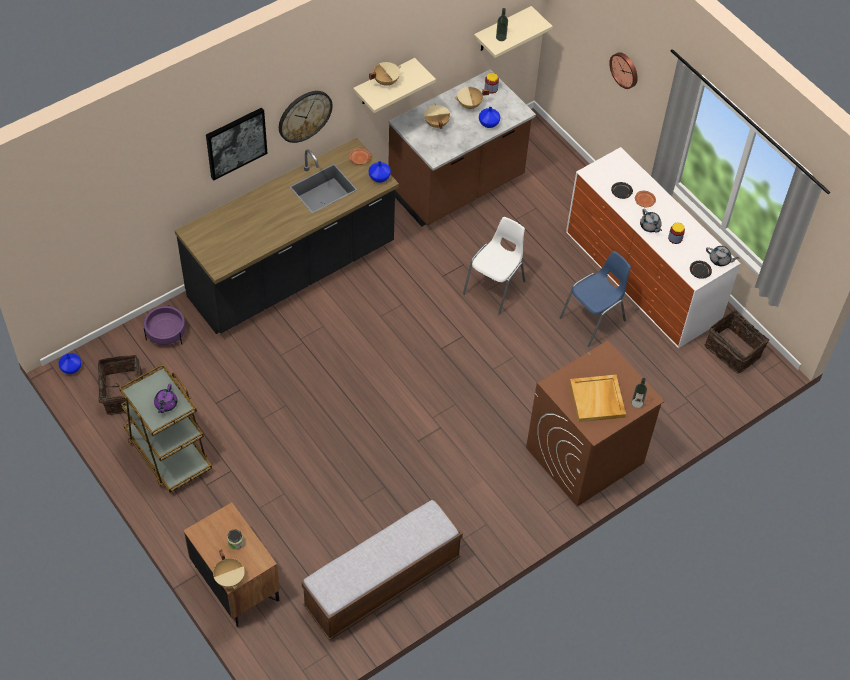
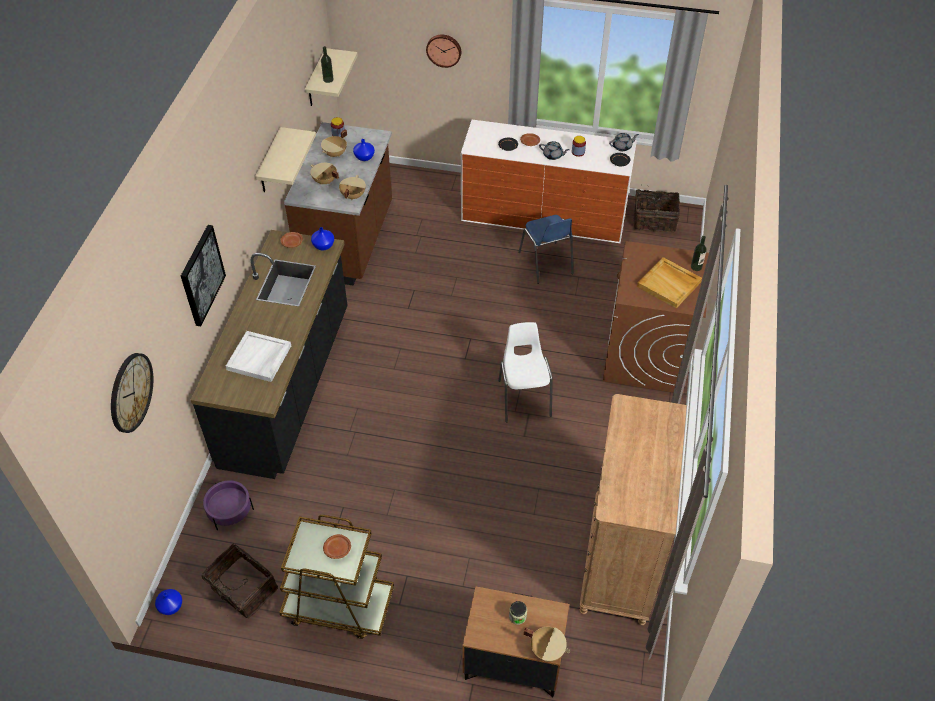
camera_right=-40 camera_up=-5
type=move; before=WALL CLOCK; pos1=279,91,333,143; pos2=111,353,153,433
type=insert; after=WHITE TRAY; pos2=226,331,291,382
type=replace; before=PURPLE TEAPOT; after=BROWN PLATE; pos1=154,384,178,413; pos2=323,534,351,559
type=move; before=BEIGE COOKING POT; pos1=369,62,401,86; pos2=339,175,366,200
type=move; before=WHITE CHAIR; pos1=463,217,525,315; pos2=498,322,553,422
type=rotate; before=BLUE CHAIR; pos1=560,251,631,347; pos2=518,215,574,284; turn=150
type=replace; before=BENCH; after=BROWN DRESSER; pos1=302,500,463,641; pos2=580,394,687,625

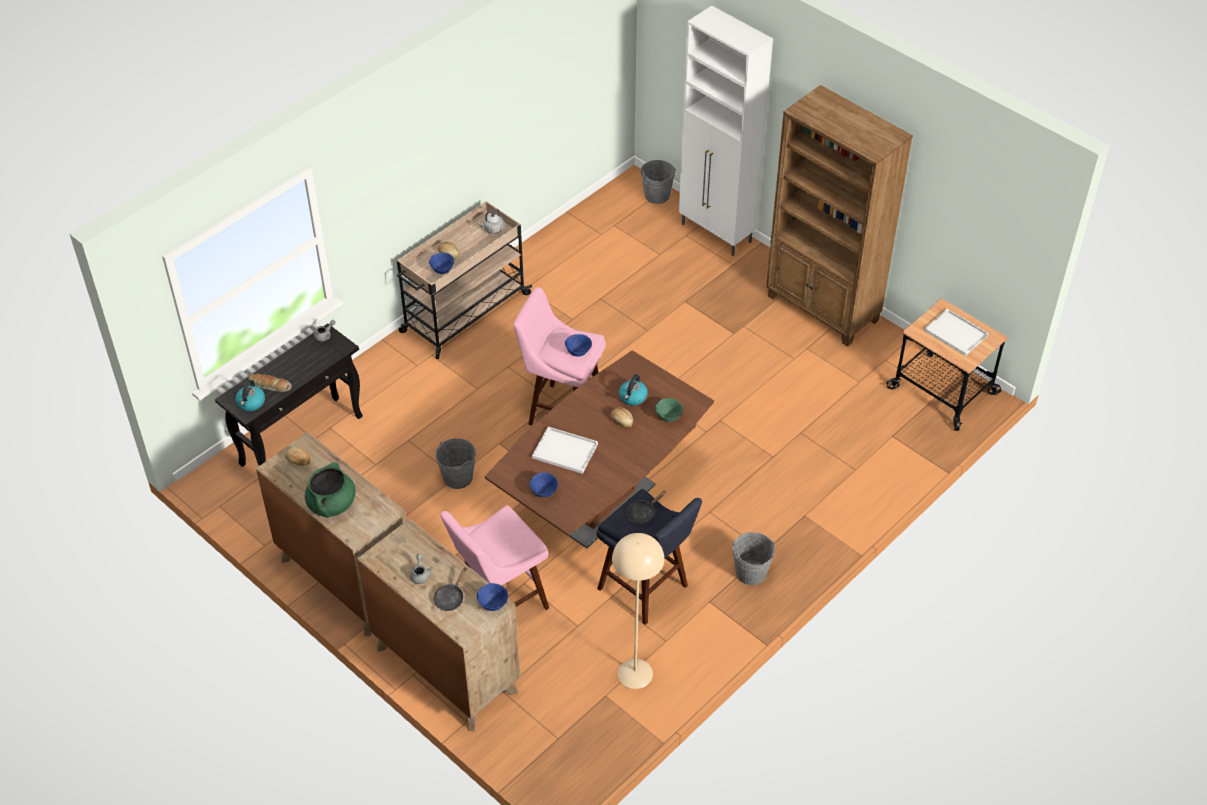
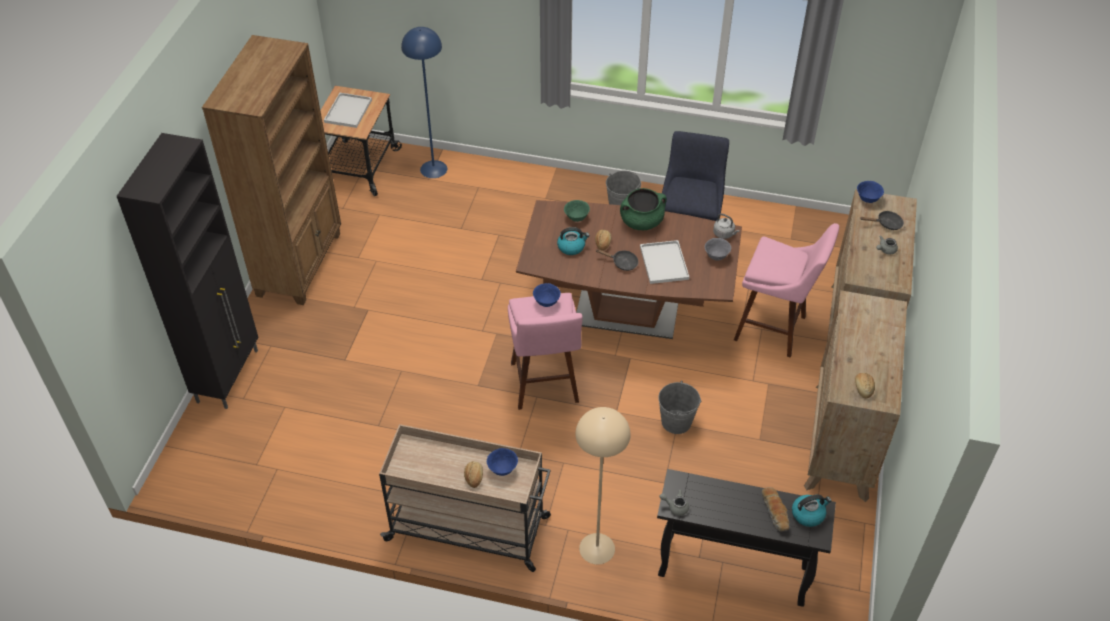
camera_right=-120 camera_up=0
type=recolor; before=WHITE CABINET; after=BLACK CABINET; pos1=679,6,773,256; pos2=117,133,258,409
type=insert; after=BLUE FLOOR LAMP; pos2=401,27,447,178
type=move; before=BEIGE FLOOR LAMP; pos1=612,533,664,689; pos2=575,407,630,564
type=move; before=BLACK FRYING PAN; pos1=627,490,666,524; pos2=596,249,638,271
type=move; before=GREEN COOKING POT; pos1=305,462,356,517; pos2=620,188,667,230
type=recolor; before=BLUE BOWL; after=GREY BOWL; pos1=529,472,558,497; pos2=705,238,731,261
type=move; before=GREY KETTLE; pos1=478,209,504,234; pos2=713,213,739,239
type=delete; before=GREY BUCKET; pos1=640,160,676,204

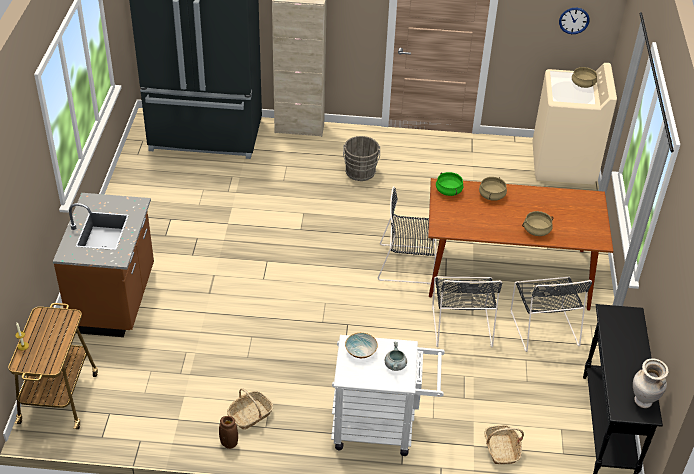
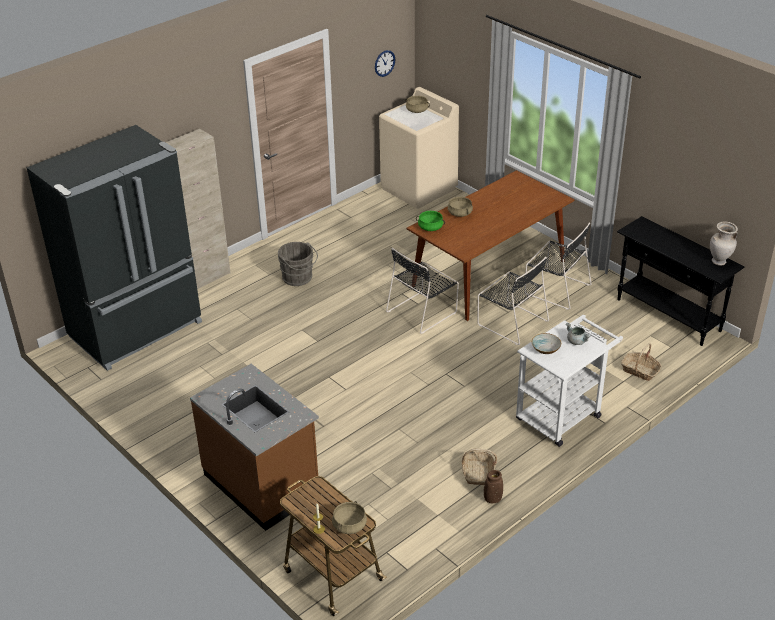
camera_right=-45 camera_up=-5
type=move; before=BEIGE COOKING POT; pos1=522,211,553,236; pos2=332,501,367,534

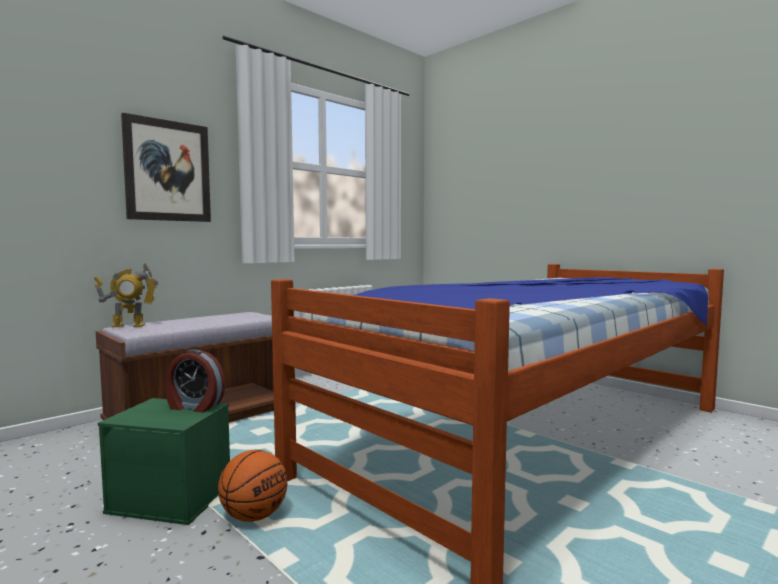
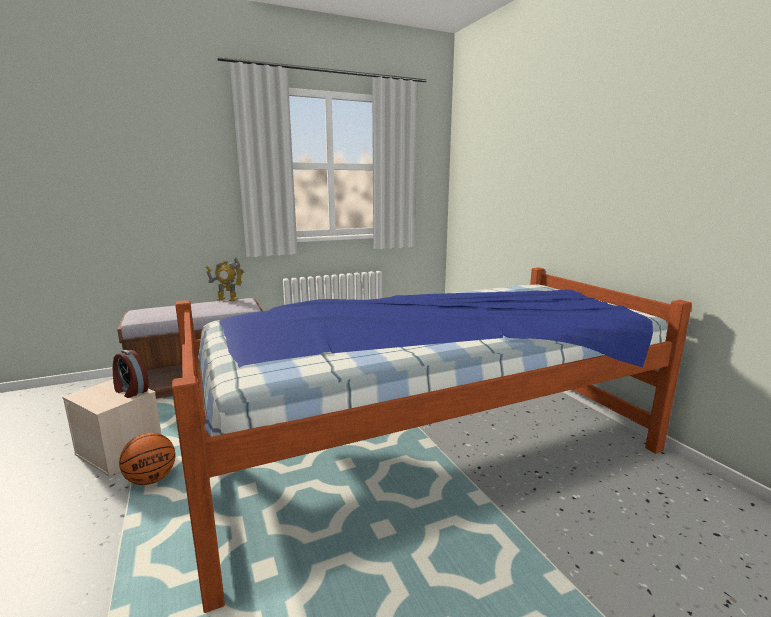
camera_right=20 camera_up=10
type=recolor; before=GREEN STORAGE BOX; after=BEIGE STORAGE BOX; pos1=98,398,230,525; pos2=62,379,161,477
type=move; before=TOY ROBOT; pos1=94,263,159,327; pos2=206,257,244,301
type=delete; before=PICTURE; pos1=121,113,211,222

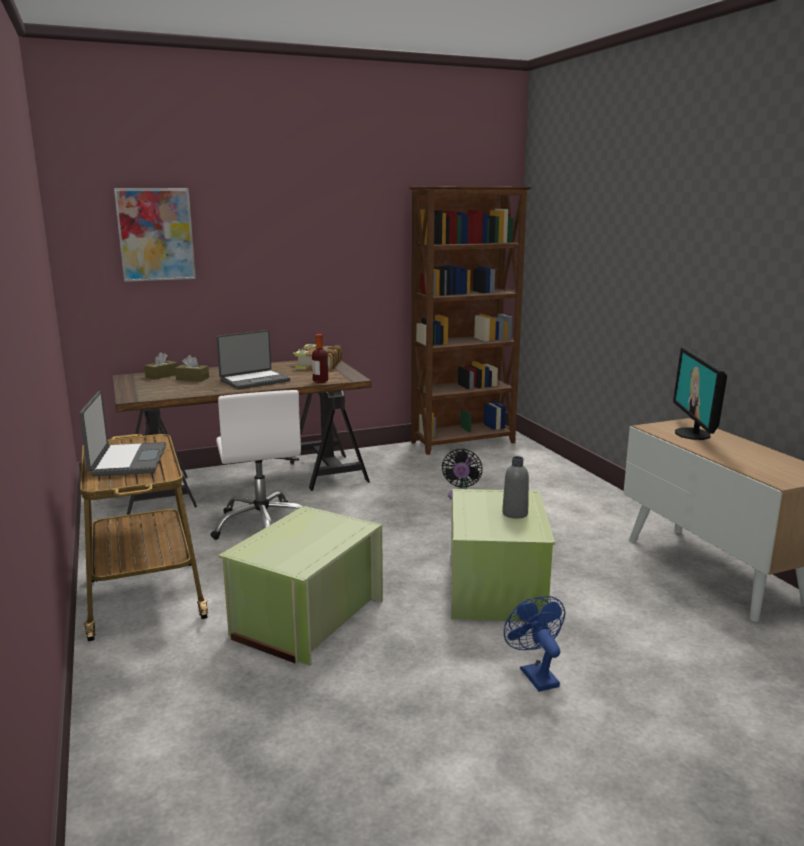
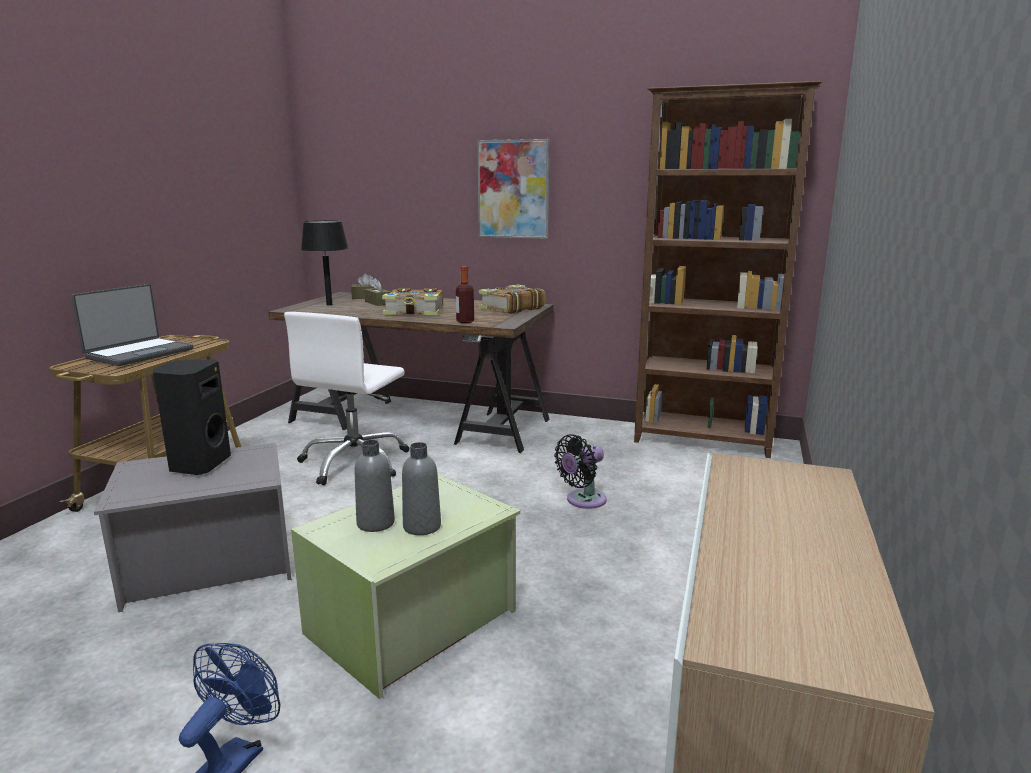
camera_right=40 camera_up=0
type=recolor; before=GREEN STORAGE BOX; after=GREY STORAGE BOX; pos1=218,506,383,666; pos2=94,443,291,612
type=insert; after=BLACK SPEAKER; pos2=153,360,231,475
type=insert; after=BLACK TABLE LAMP; pos2=301,221,348,305
type=insert; after=GREY BOTTLE; pos2=355,440,395,532
type=replace; before=LAPTOP; after=BOOK; pos1=216,330,290,389; pos2=382,288,443,315
type=move; before=PICTURE; pos1=114,188,196,282; pos2=477,139,550,239
type=delete; before=MONITOR; pos1=673,348,727,440

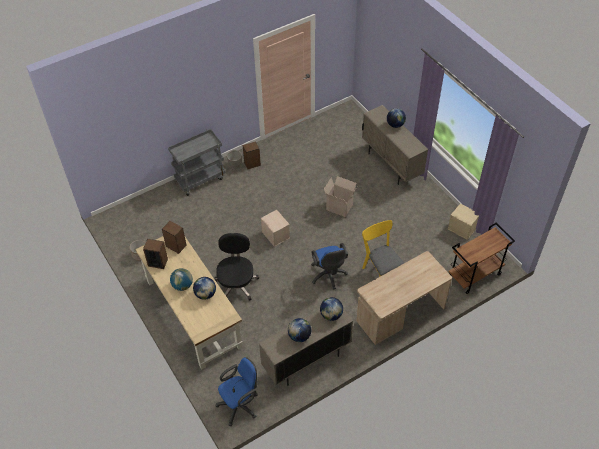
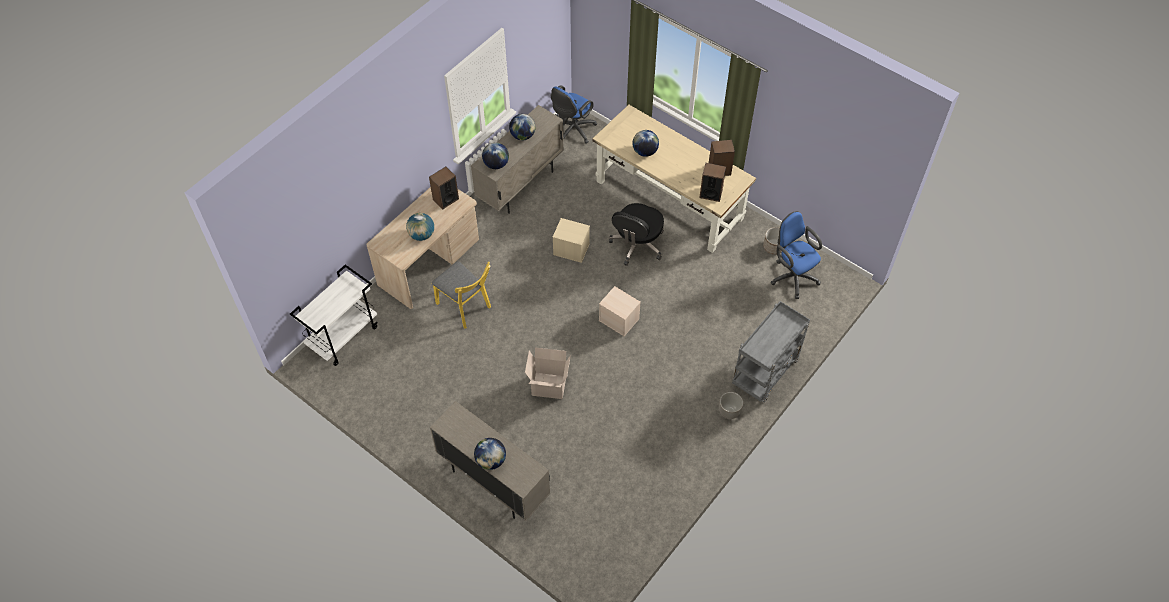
camera_right=160 camera_up=5
type=recolor; before=BROWN CART; after=WHITE CART; pos1=449,222,515,294; pos2=290,265,378,366
type=move; before=GLOBE; pos1=170,268,193,291; pos2=406,213,434,241
type=move; before=SPEAKER; pos1=243,141,261,169; pos2=429,167,459,210
type=move; before=BEIGE STORAGE BOX; pos1=448,203,479,240; pos2=552,218,590,263
type=rotate; before=BLACK OFFICE CHAIR; pos1=215,233,259,301; pos2=609,203,664,266; turn=45
type=move; before=BLUE OFFICE CHAIR; pos1=311,243,348,290; pos2=771,211,822,299

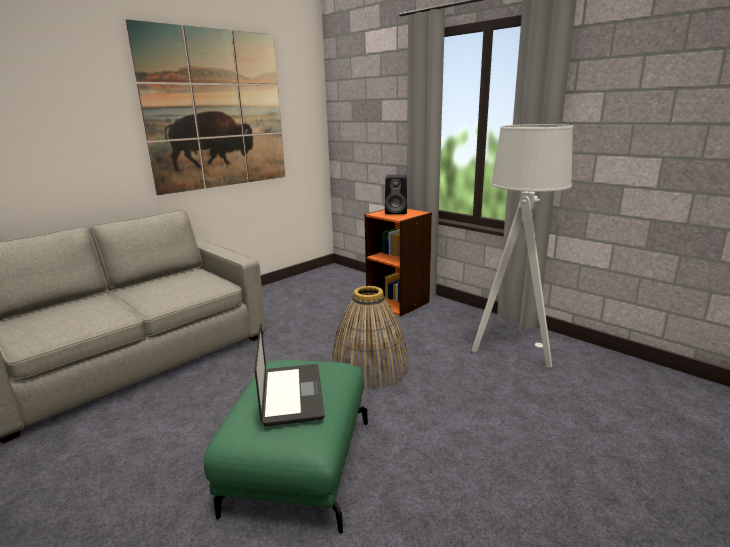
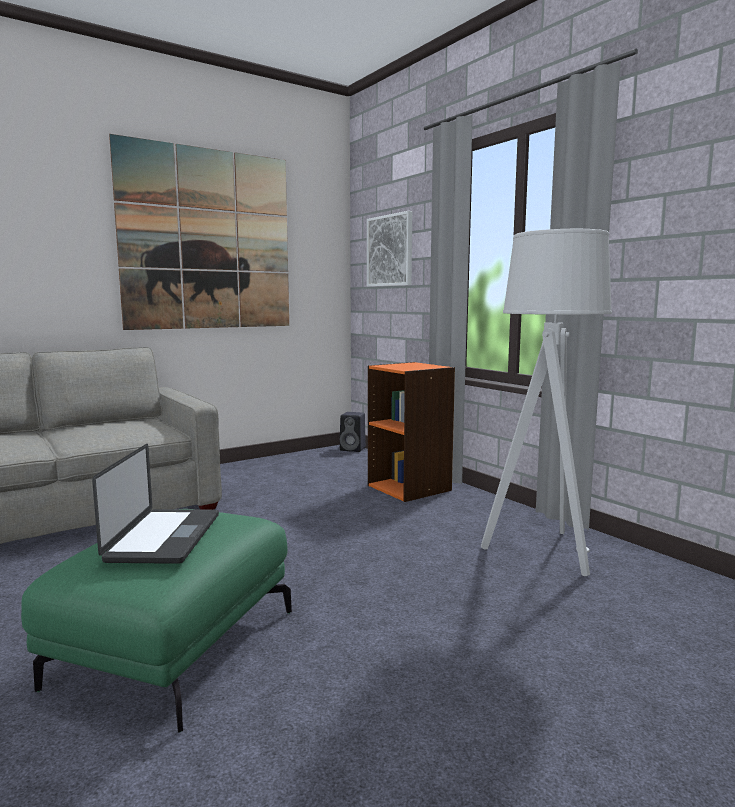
camera_right=10 camera_up=-10
type=move; before=BLACK SPEAKER; pos1=385,174,407,214; pos2=340,412,366,452
type=insert; after=PICTURE; pos2=367,211,412,287
type=delete; before=BASKET; pos1=332,286,409,390

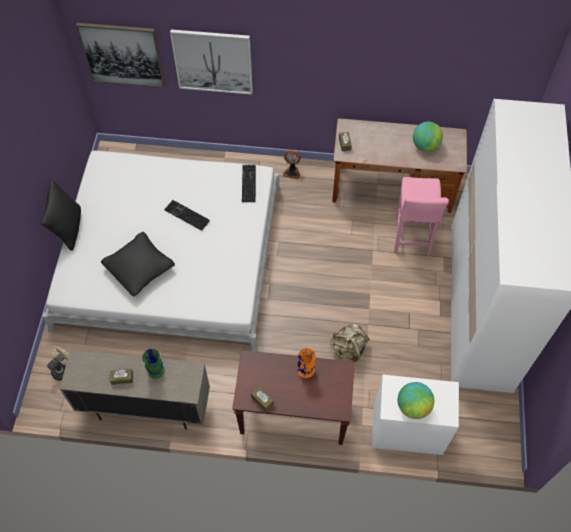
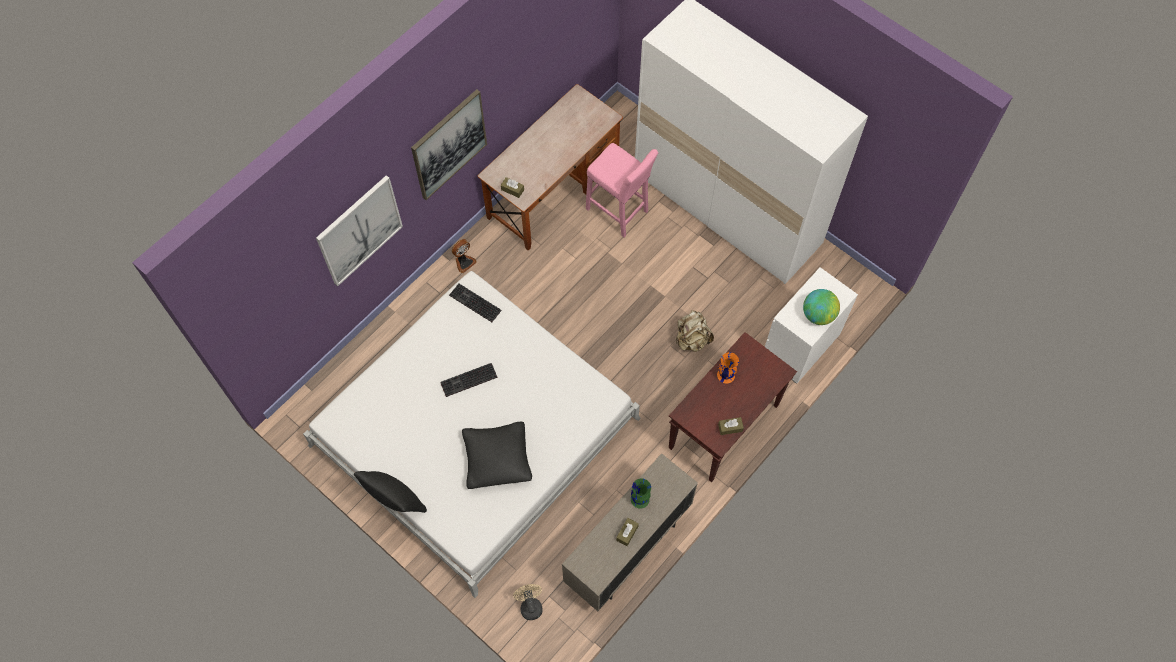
camera_right=-55 camera_up=5
type=move; before=PICTURE; pos1=76,23,165,88; pos2=411,89,487,200
type=delete; before=GLOBE; pos1=413,122,443,152

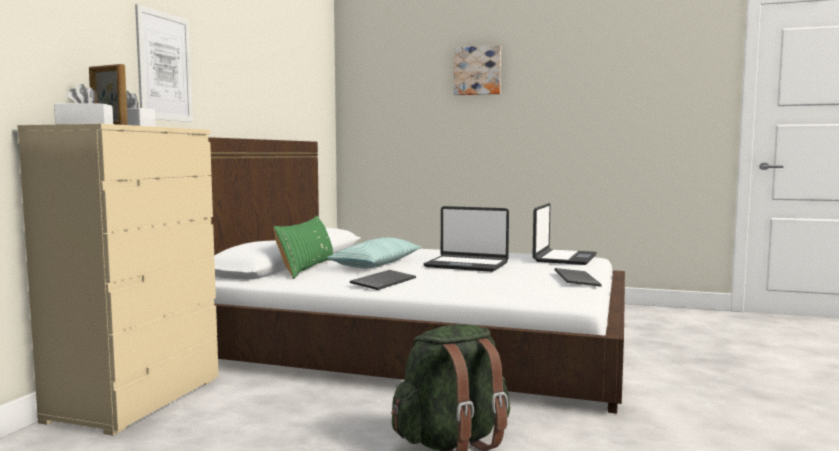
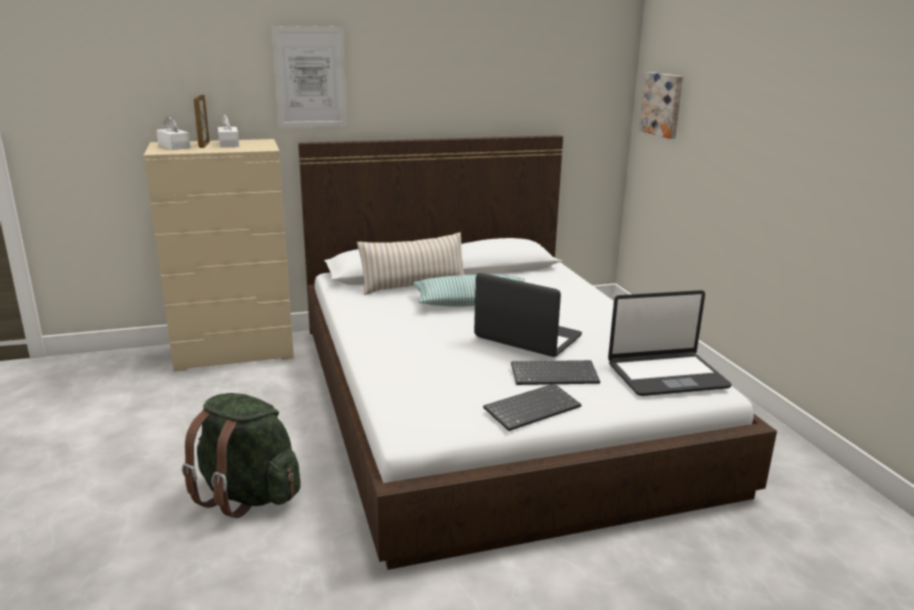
camera_right=55 camera_up=15
type=recolor; before=GREEN PILLOW; after=BEIGE PILLOW; pos1=273,216,333,279; pos2=357,232,465,295
type=rotate; before=LAPTOP; pos1=424,206,509,272; pos2=474,273,582,357; turn=135
type=move; before=KEYBOARD; pos1=350,270,416,290; pos2=511,360,600,385
type=move; before=PICTURE; pos1=454,45,501,95; pos2=639,72,683,139

